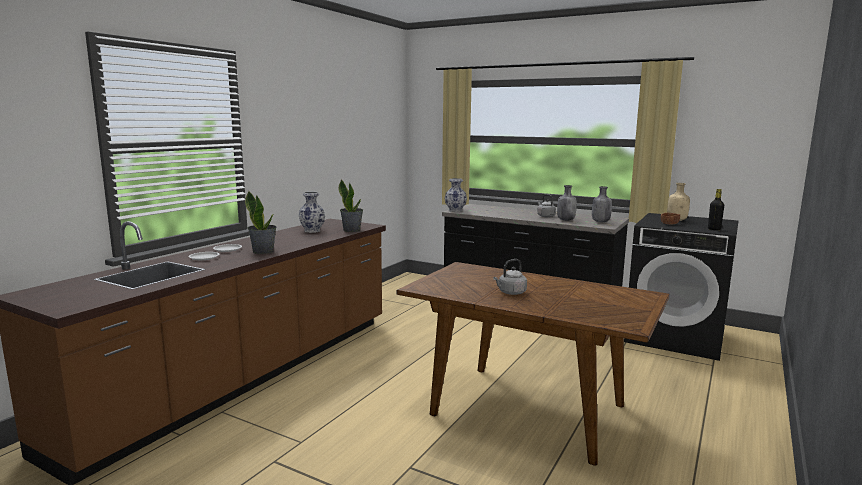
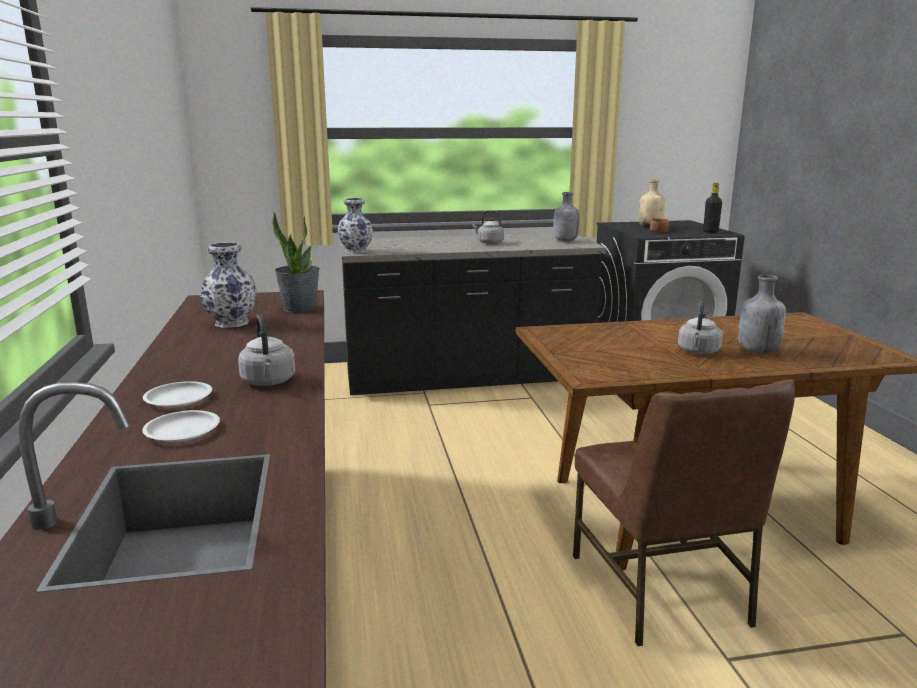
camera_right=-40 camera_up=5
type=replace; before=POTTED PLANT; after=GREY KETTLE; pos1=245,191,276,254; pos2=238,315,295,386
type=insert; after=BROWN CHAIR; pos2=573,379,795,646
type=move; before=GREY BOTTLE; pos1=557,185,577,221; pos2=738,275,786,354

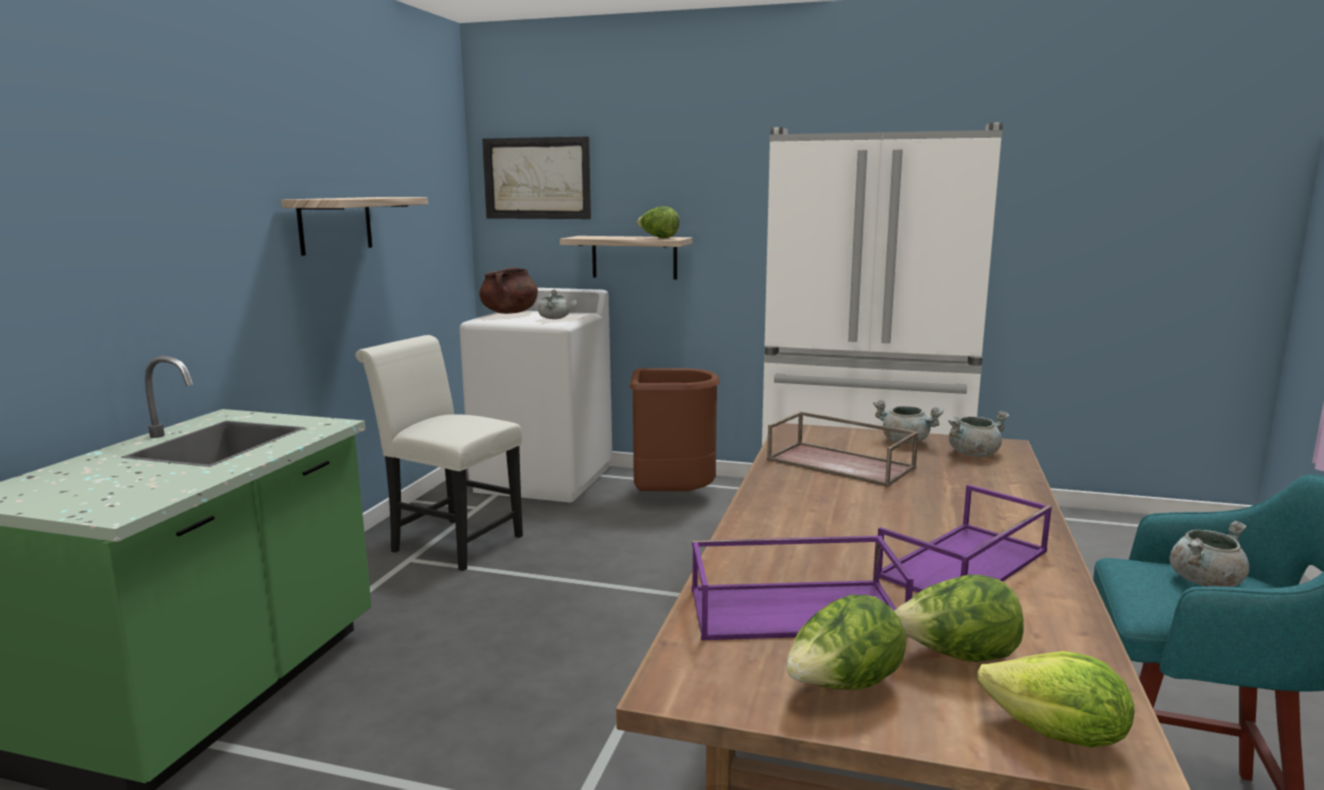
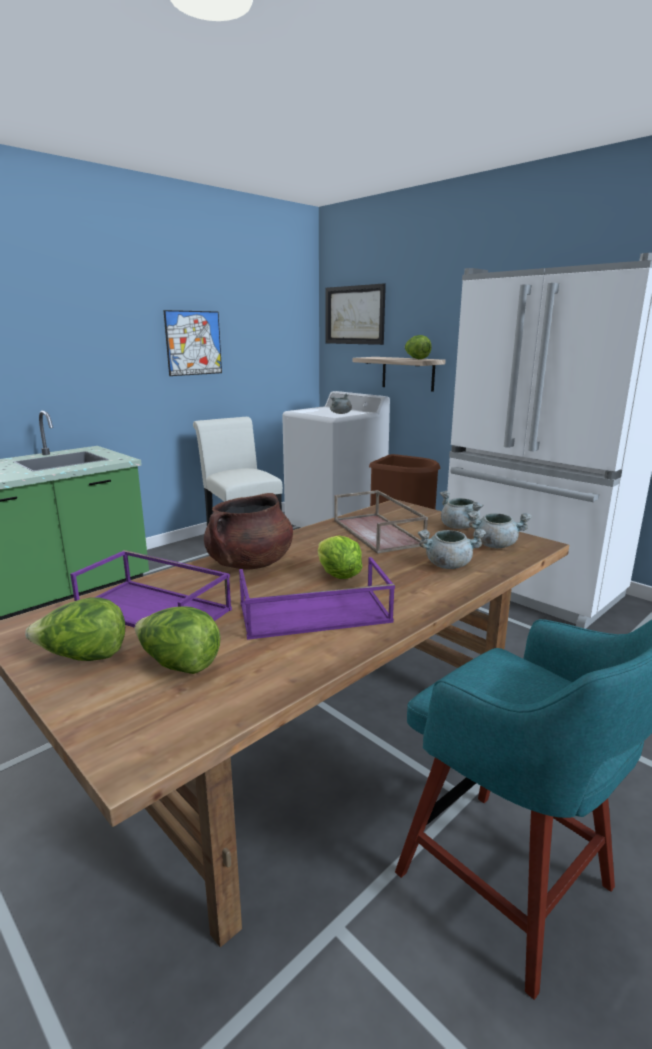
camera_right=30 camera_up=5
type=replace; before=SHELF; after=PICTURE; pos1=281,197,428,256; pos2=163,310,222,376
type=move; before=BROWN COOKING POT; pos1=479,267,538,314; pos2=204,493,293,570
type=move; before=LETTUCE; pos1=977,651,1134,748; pos2=318,535,363,579
type=move; before=GREY COOKING POT; pos1=1169,521,1249,587; pos2=418,529,486,569

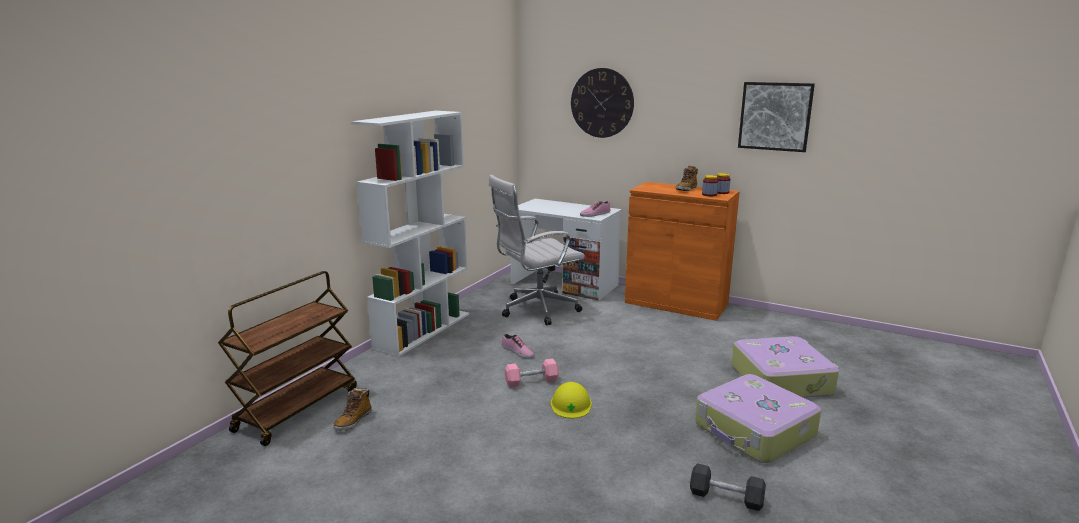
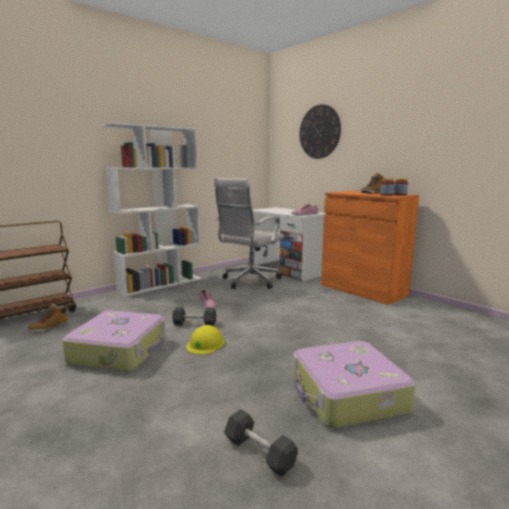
camera_right=20 camera_up=-5
type=move; before=SUITCASE; pos1=732,336,839,398; pos2=62,311,166,372
type=recolor; before=PINK DUMBBELL; after=BLACK DUMBBELL; pos1=505,359,559,388; pos2=172,307,216,326
type=rotate; before=WHITE OFFICE CHAIR; pos1=489,175,585,326; pos2=214,178,284,289; turn=-45
type=delete; before=PICTURE; pos1=738,82,815,152

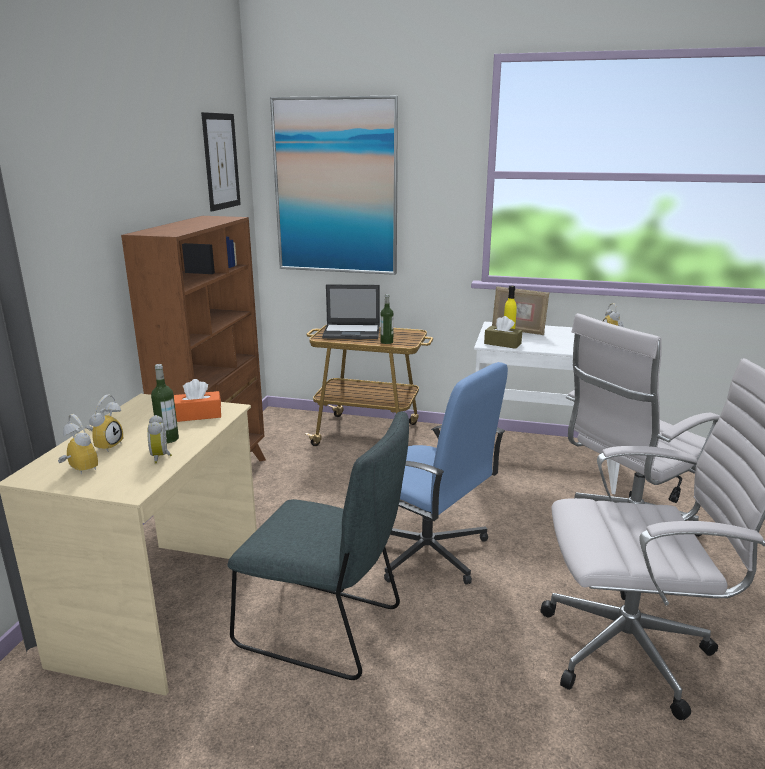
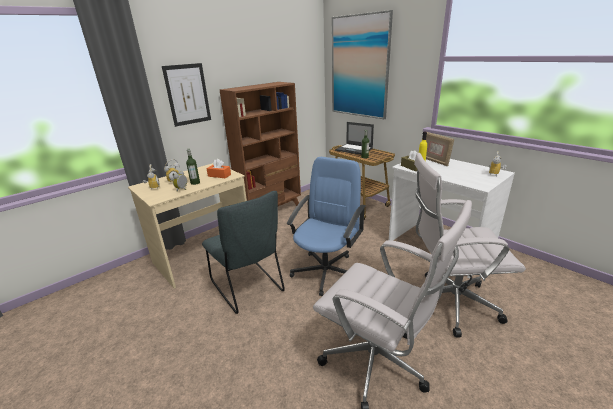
camera_right=35 camera_up=5
type=move; before=PICTURE; pos1=201,112,241,212; pos2=162,63,211,127
type=rotate; before=BLUE OFFICE CHAIR; pos1=384,362,508,585; pos2=287,157,366,296; turn=-135

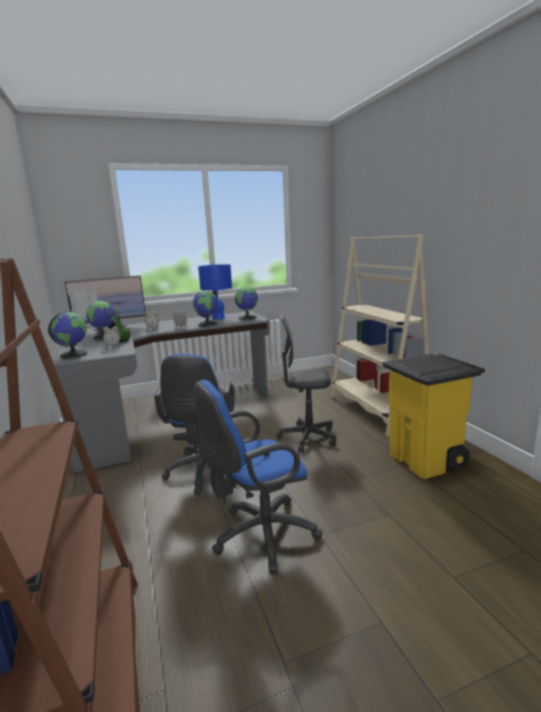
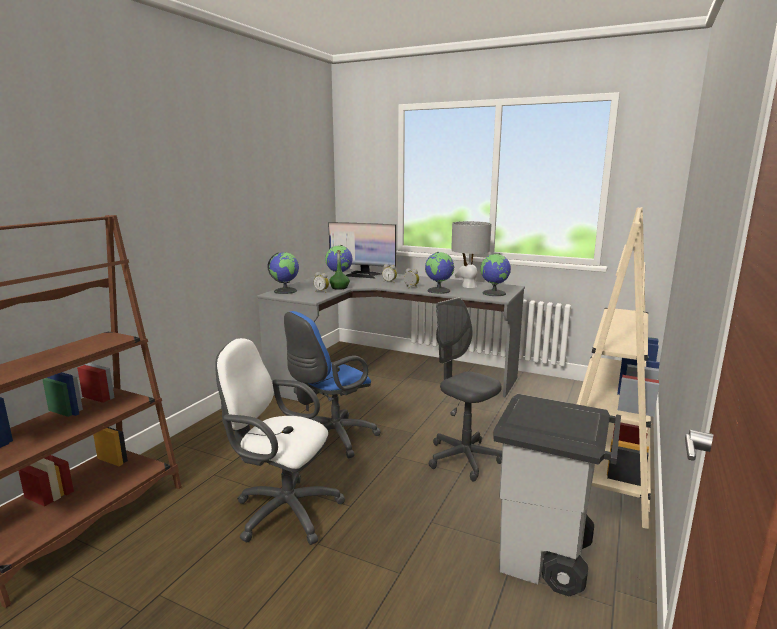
camera_right=45 camera_up=0
type=recolor; before=BLUE OFFICE CHAIR; after=WHITE OFFICE CHAIR; pos1=195,380,322,574; pos2=215,338,345,545
type=recolor; before=BLUE TABLE LAMP; after=GREY TABLE LAMP; pos1=198,264,232,319; pos2=451,221,491,288
type=recolor; before=YELLOW TRASH CAN; after=GREY TRASH CAN; pos1=383,354,485,479; pos2=494,394,621,596

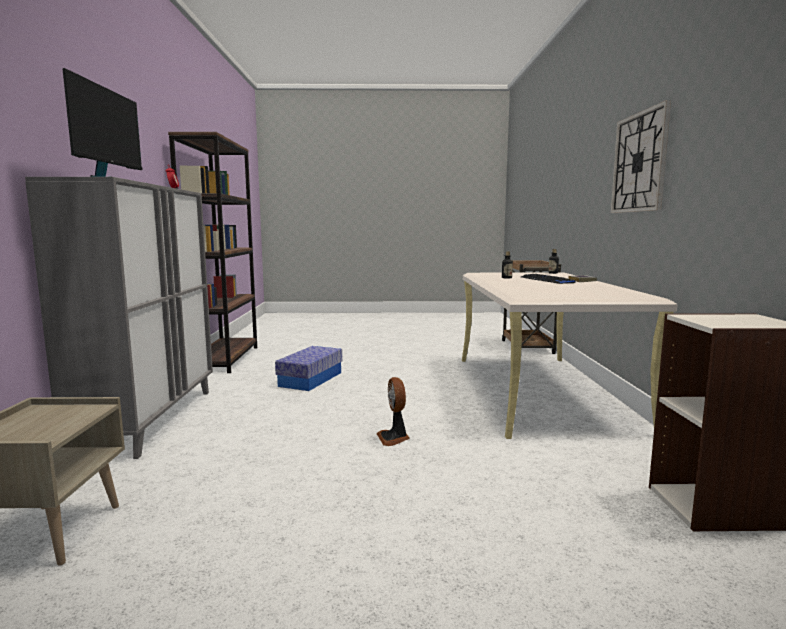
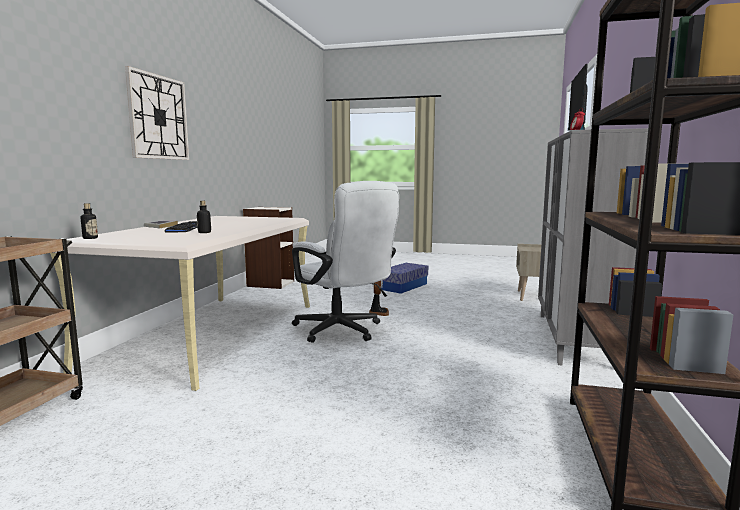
camera_right=-165 camera_up=0
type=insert; after=WHITE OFFICE CHAIR; pos2=292,181,399,343
type=move; before=STORAGE BOX; pos1=275,346,342,391; pos2=382,263,428,294

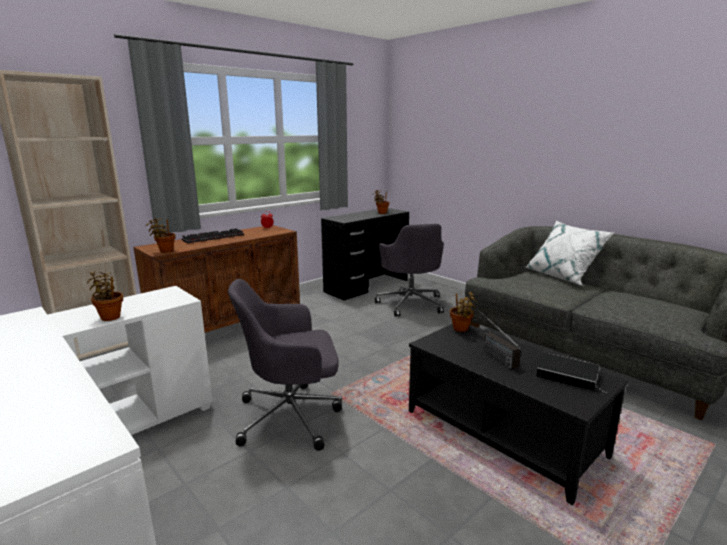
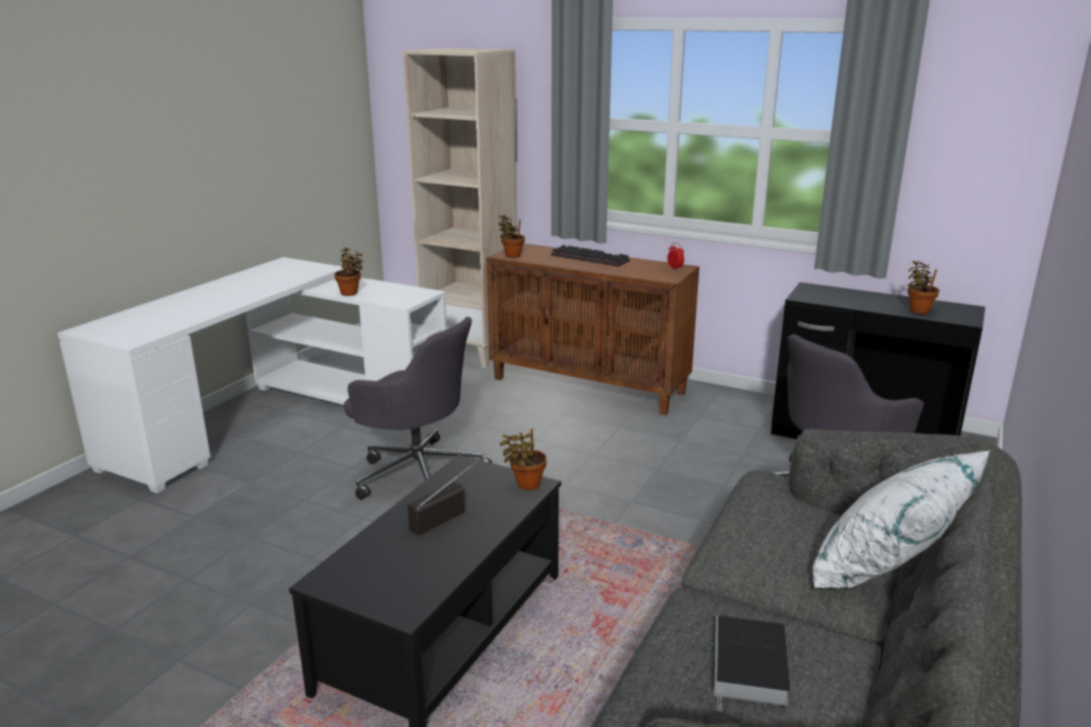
camera_right=70 camera_up=5
type=rotate; before=GREY OFFICE CHAIR; pos1=228,279,342,451; pos2=344,317,492,500; turn=150
type=move; before=BOOK; pos1=536,353,606,393; pos2=713,616,791,712

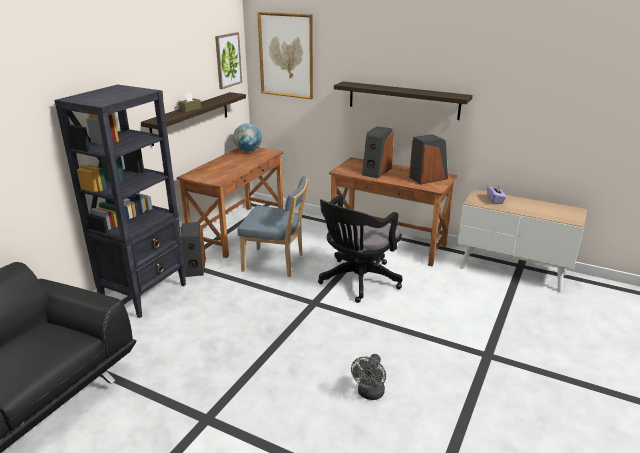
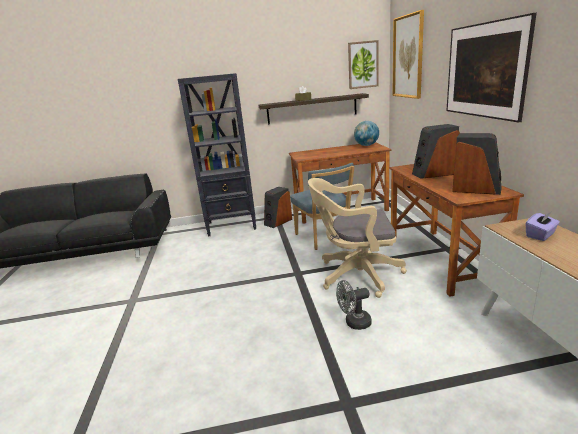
camera_right=55 camera_up=-5
type=recolor; before=BLACK OFFICE CHAIR; after=BEIGE OFFICE CHAIR; pos1=318,195,403,303; pos2=308,178,407,298
type=move; before=GREY FAN; pos1=351,354,386,400; pos2=336,280,372,330
type=replace; before=SHELF; after=PICTURE; pos1=334,81,473,120; pos2=446,13,537,122

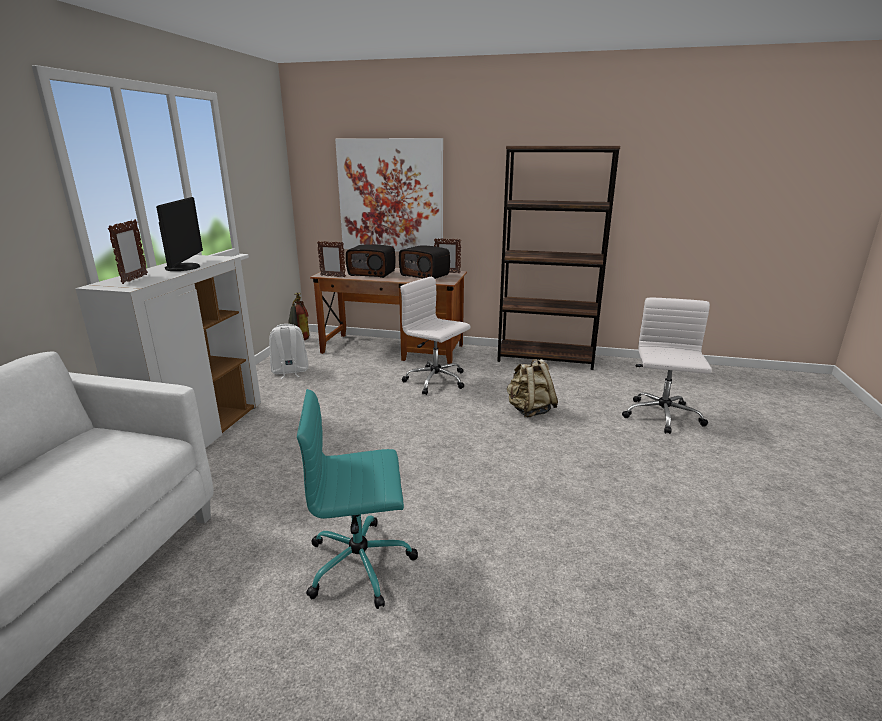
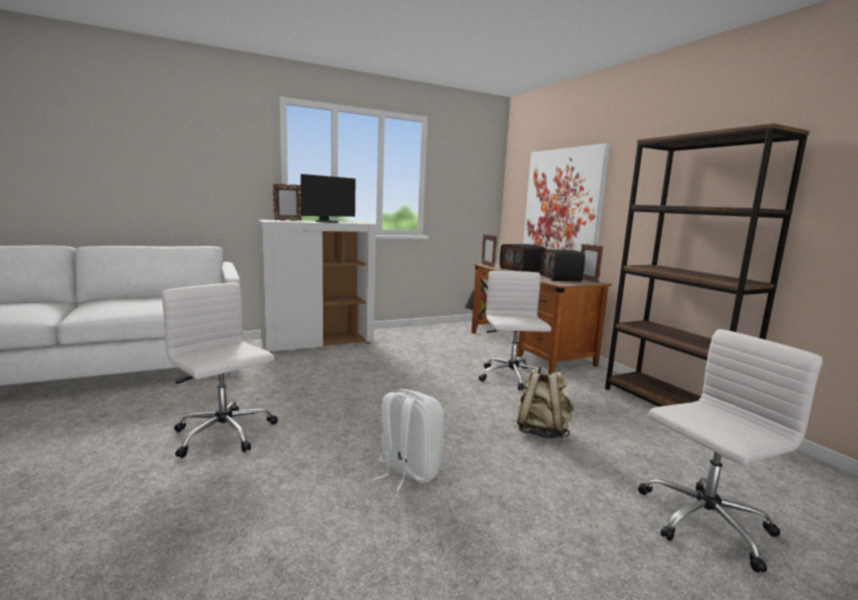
camera_right=50 camera_up=-10
type=recolor; before=TURQUOISE OFFICE CHAIR; after=WHITE OFFICE CHAIR; pos1=297,389,418,609; pos2=161,283,278,458
type=move; before=WHITE BACKPACK; pos1=269,324,309,379; pos2=373,389,444,491

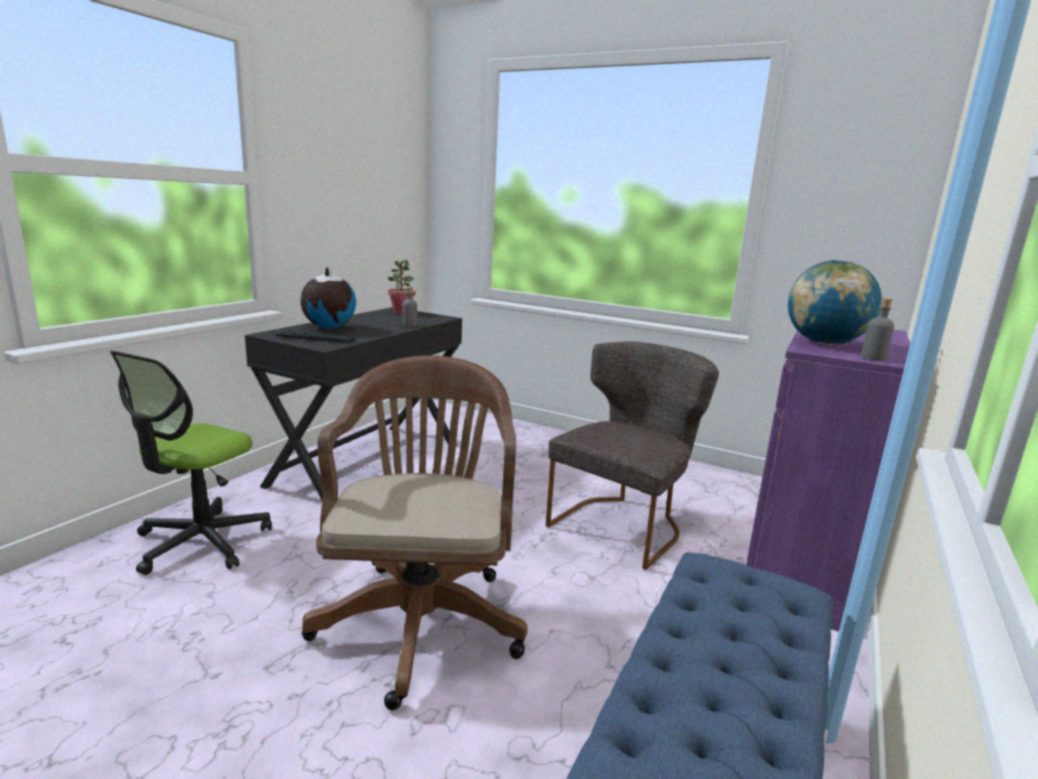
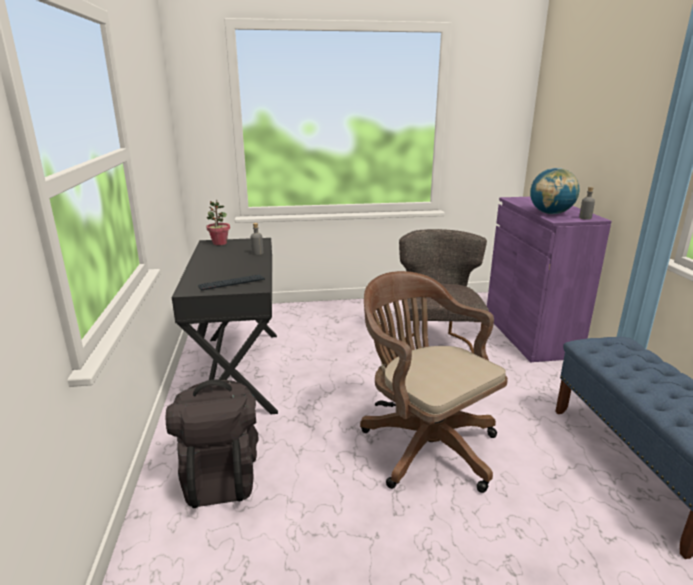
camera_right=-35 camera_up=5
type=replace; before=OFFICE CHAIR; after=BLACK BACKPACK; pos1=110,350,272,575; pos2=166,379,259,508
type=delete; before=GLOBE; pos1=300,268,356,328

